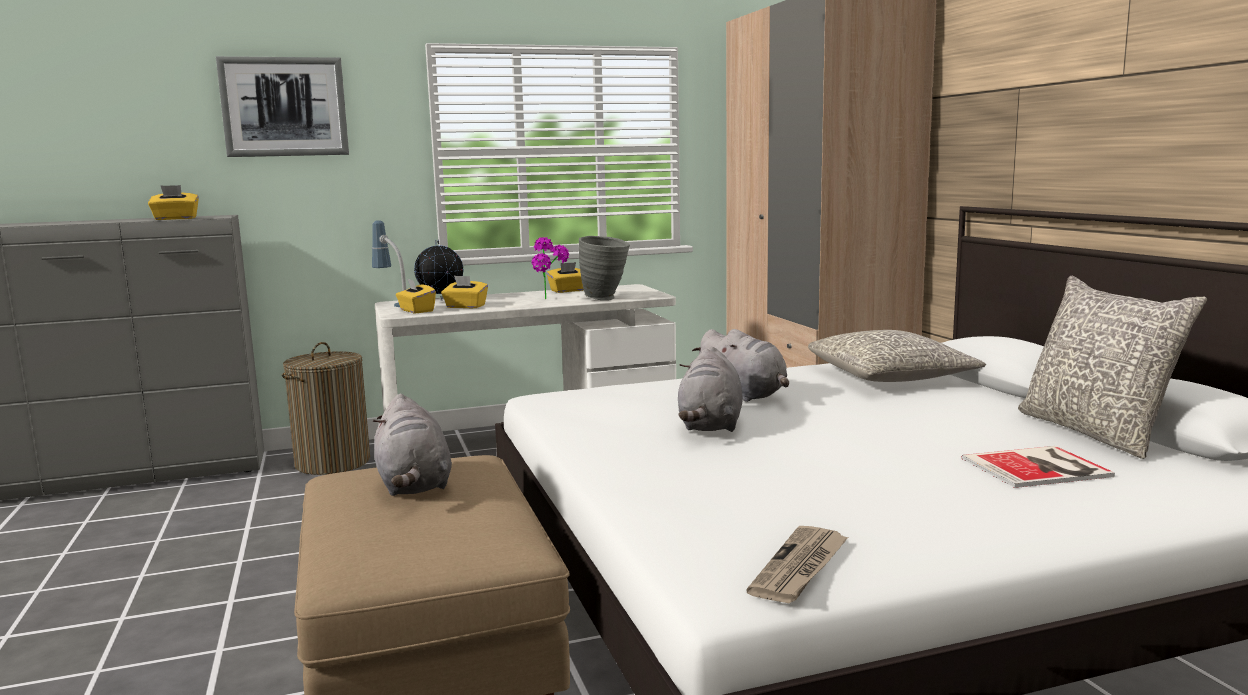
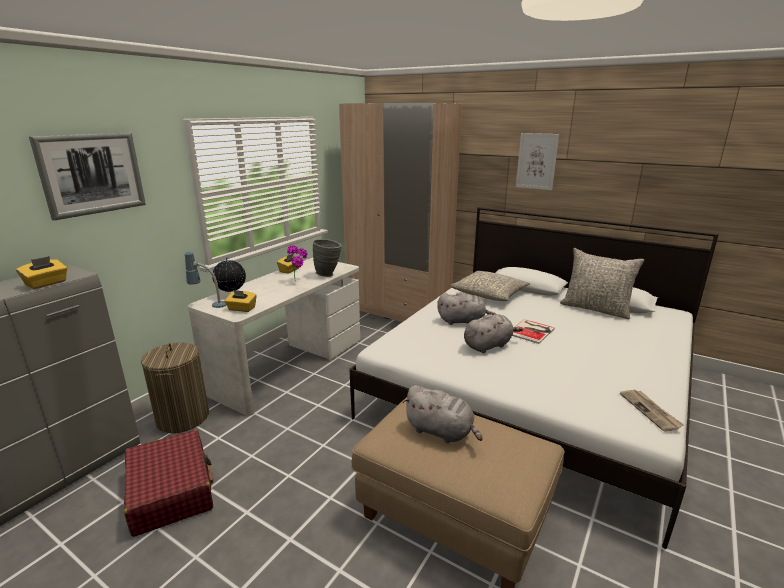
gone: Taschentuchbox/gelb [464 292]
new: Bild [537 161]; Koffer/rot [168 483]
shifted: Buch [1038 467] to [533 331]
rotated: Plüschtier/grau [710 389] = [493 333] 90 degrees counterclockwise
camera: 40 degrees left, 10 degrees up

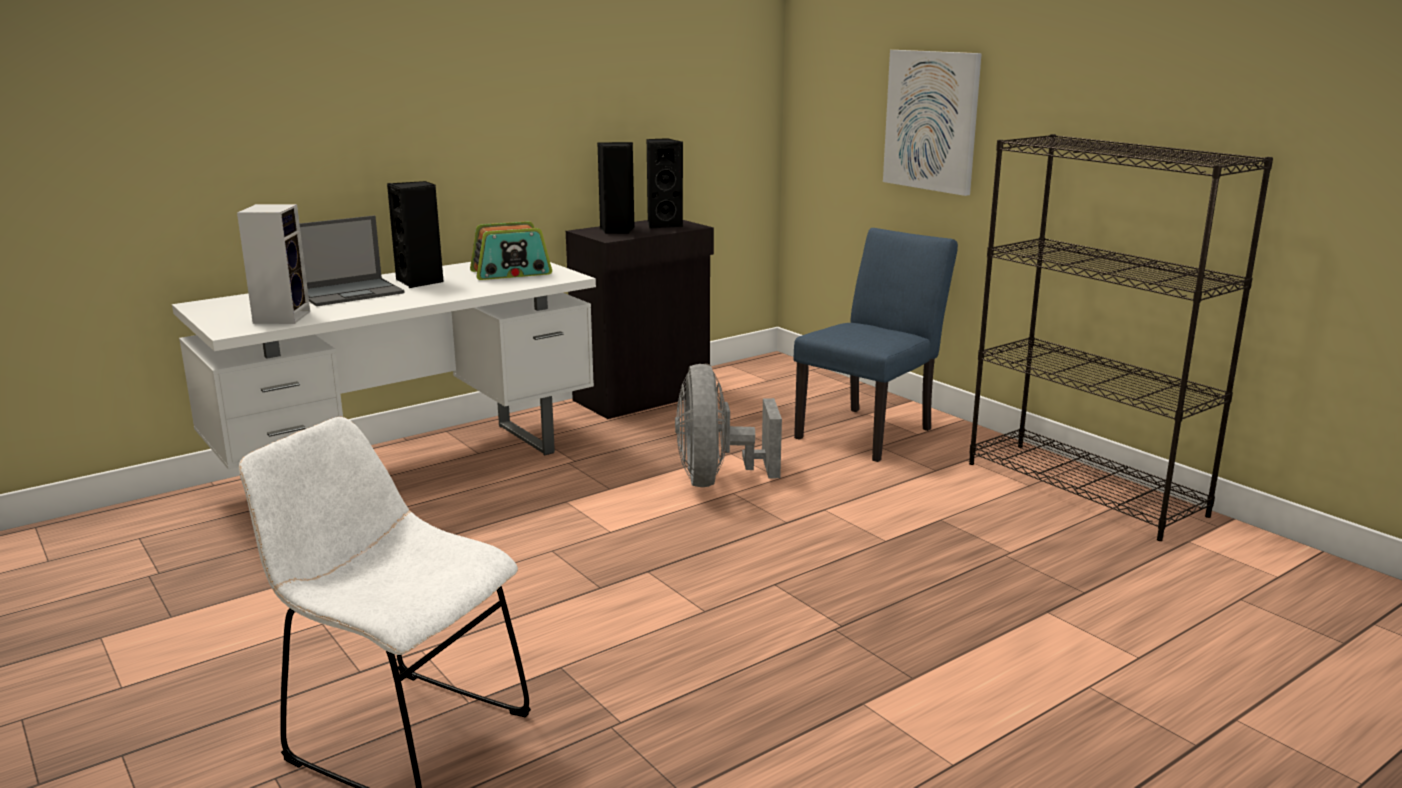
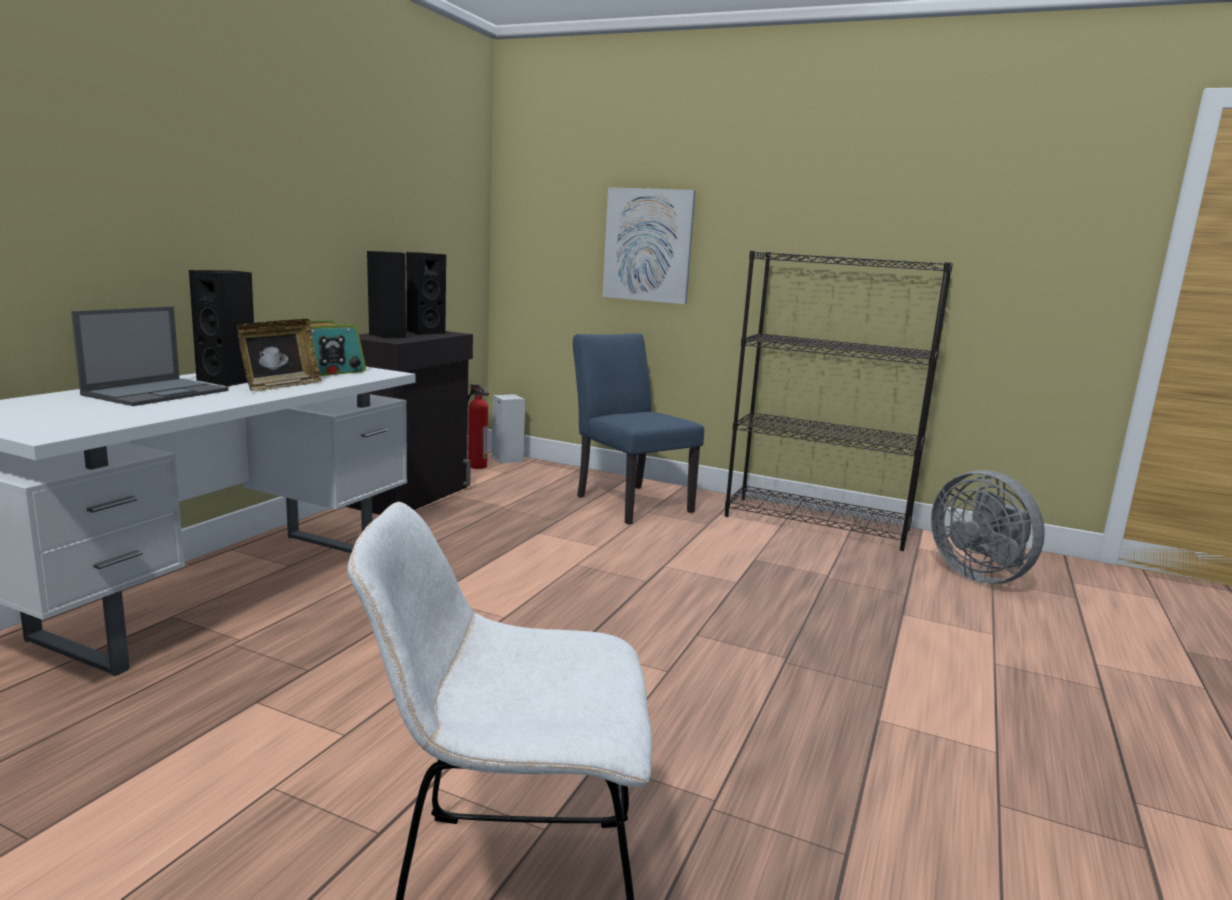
new: Bilderrahmen [279 355]; Feuerlöscher [478 426]
shifted: Lautsprecher [273 264] to [508 429]; Ventilator/grau [728 425] to [988 527]
rotated: Stuhl/blau [876 345] = [638 428] 45 degrees counterclockwise
camera: 30 degrees left, 5 degrees down

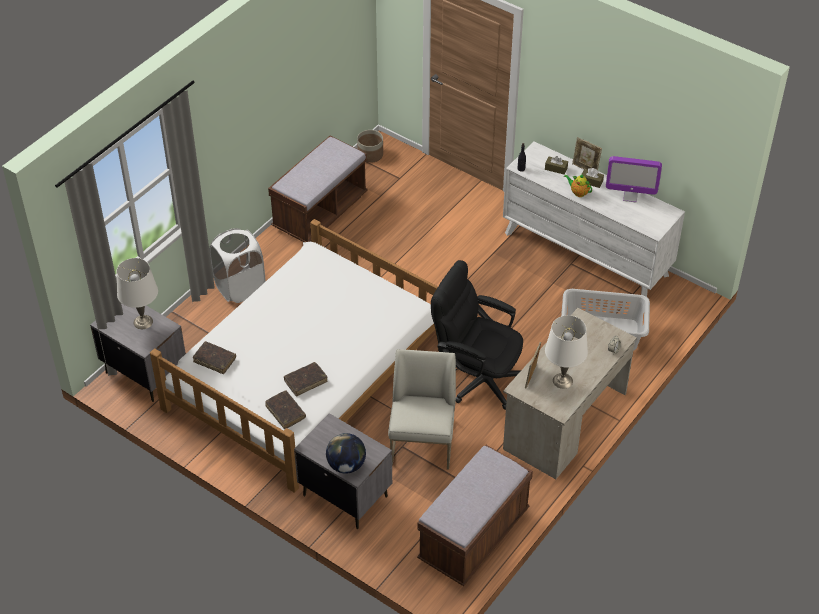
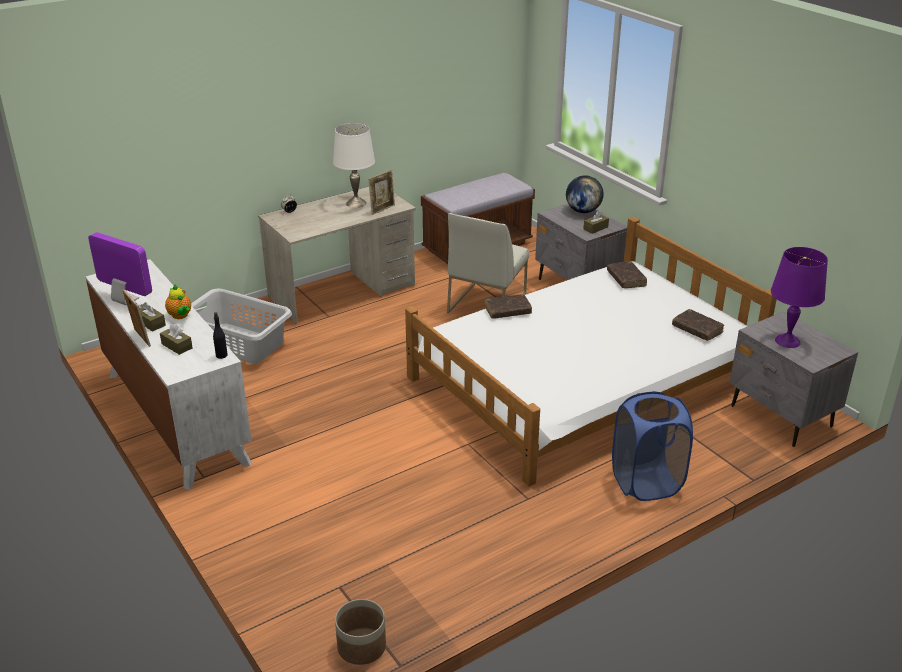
gone: Bank/braun [318 189]; Bürostuhl/schwarz [477 335]
new: Taschentuchbox/braun [596 222]
shifted: Buch/braun [305 379] to [508 306]
repainted: Wäschekorb/weiß [237 265] to Wäschekorb/blau [652 446]; Tischlampe/weiß [137 293] to Tischlampe/lila [799 297]
camera: 160 degrees left, 15 degrees down

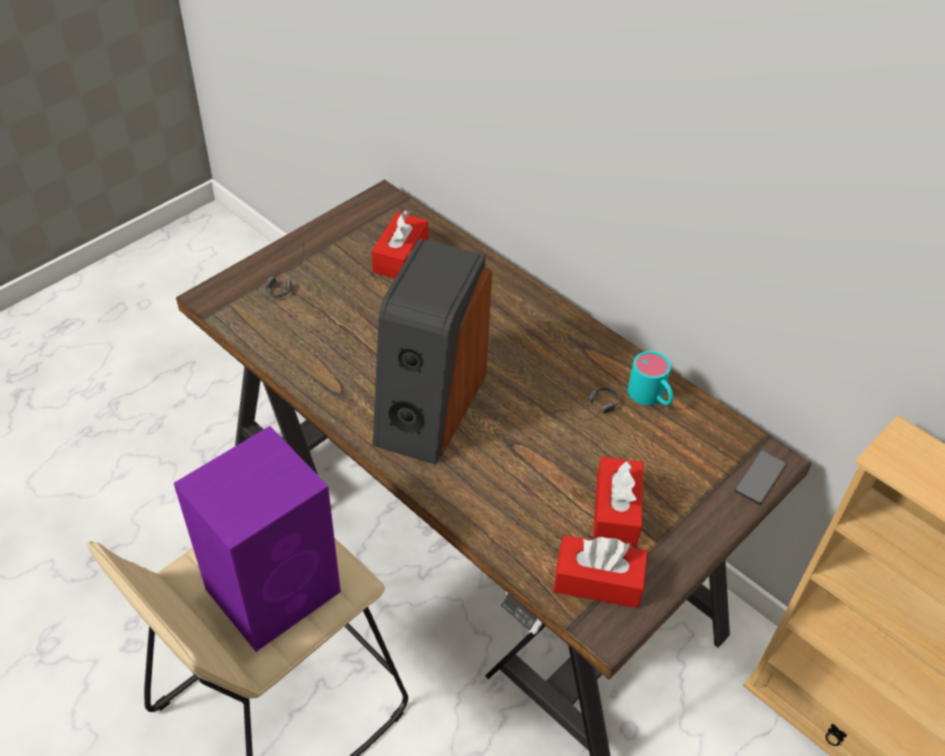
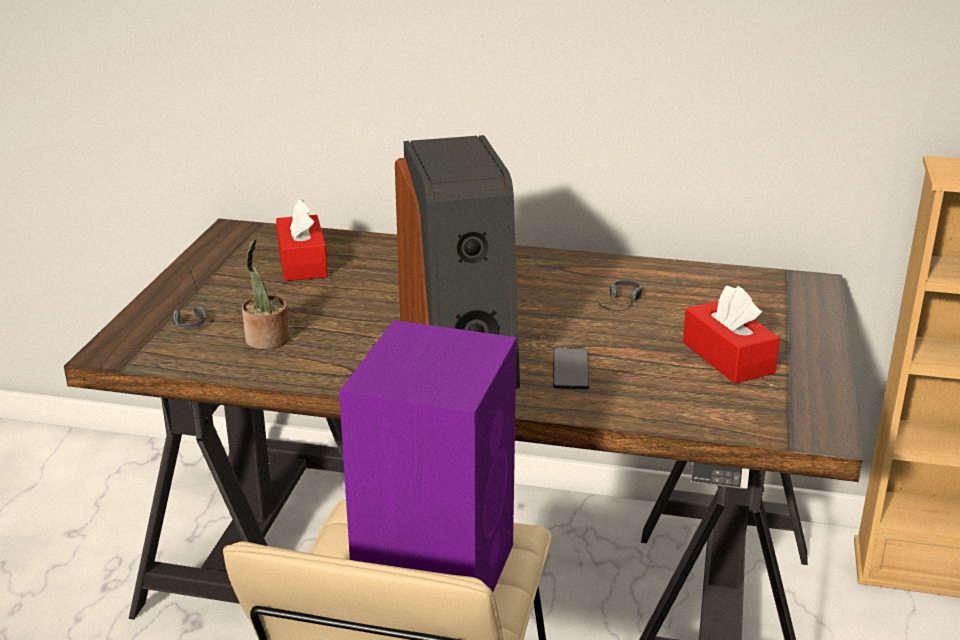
gone: Henkelbecher/türkis [650 378]; Taschentuchbox/rot [601 571]
new: Topfpflanze [265 293]
shifted: Handy [760 477] to [571 368]
camera: 30 degrees left, 20 degrees down

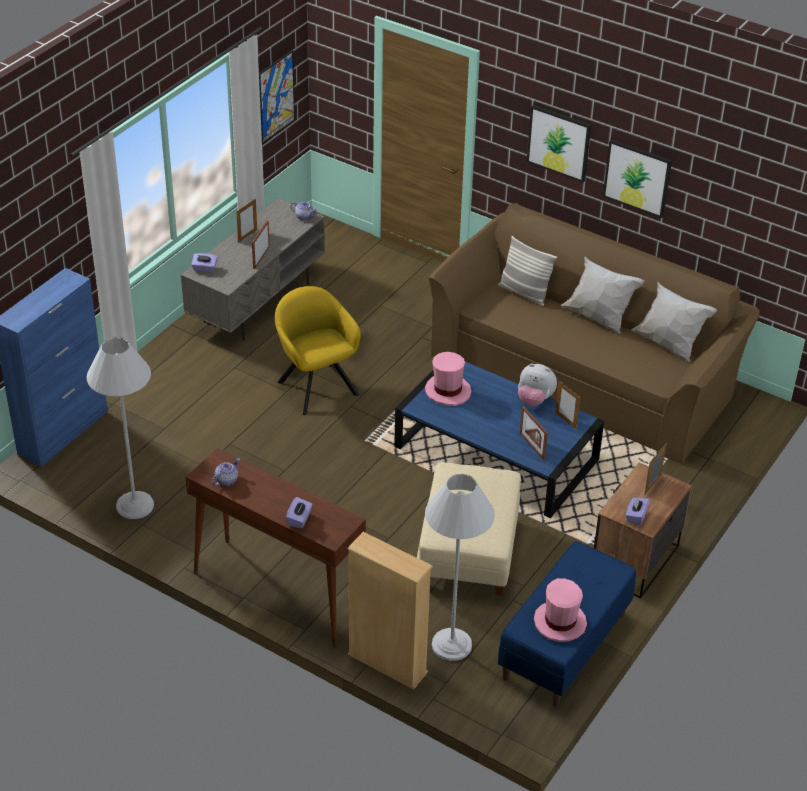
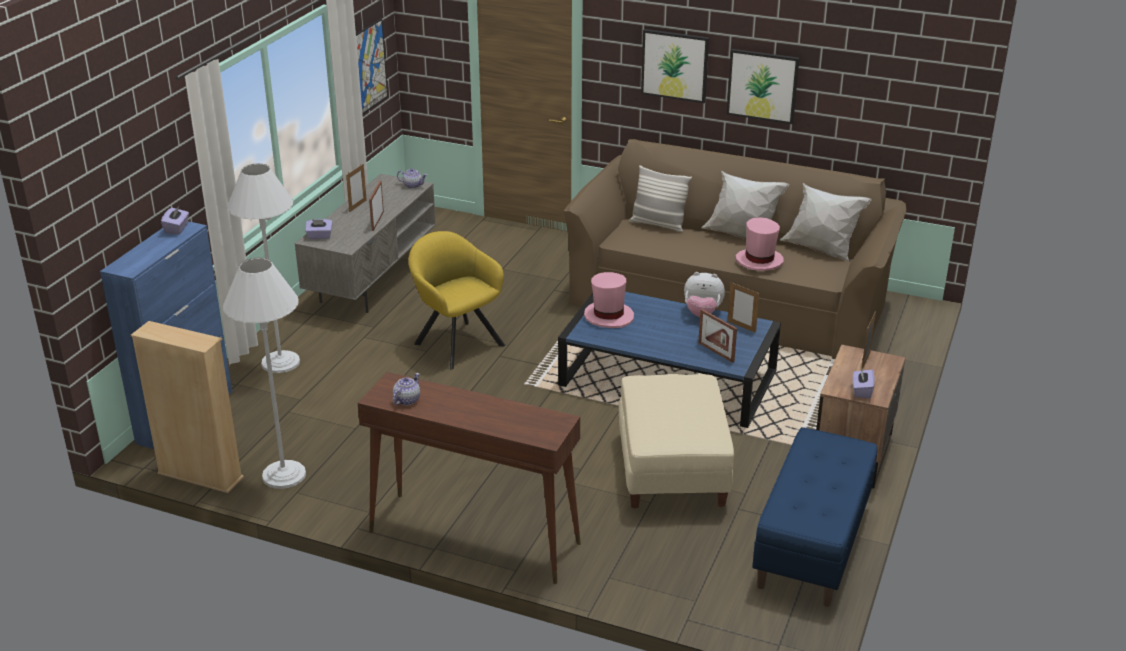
shifted: Stehlampe/weiß [460 567] to [263 268]; Taschentuchbox/lila [299 513] to [175 220]; Bücherregal/beige [390 610] to [187 407]; Hut/rosa [560 610] to [760 244]
camera: 10 degrees left, 10 degrees down

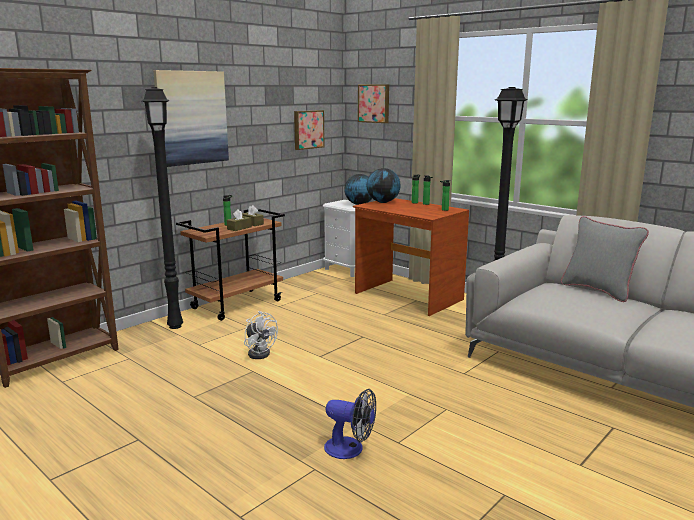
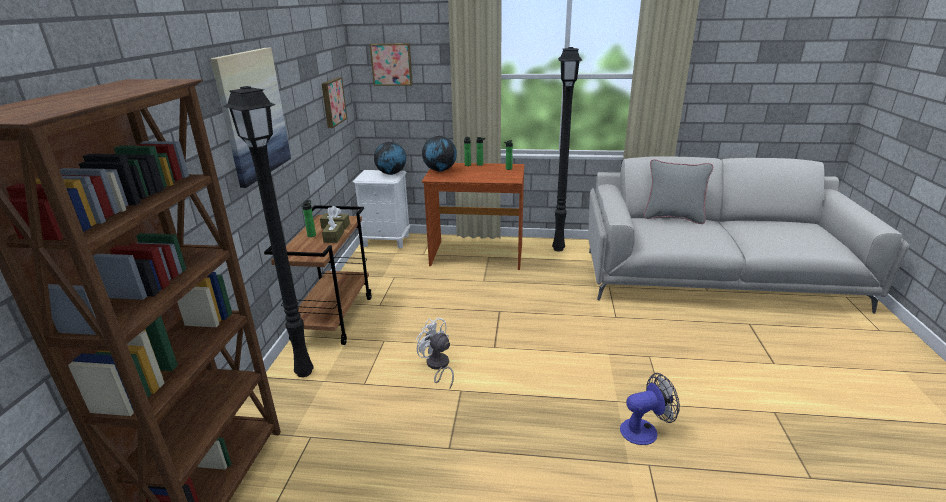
rotated: Ventilator/weiß [261 335] = [435 353] 150 degrees counterclockwise
camera: 35 degrees left, 10 degrees up

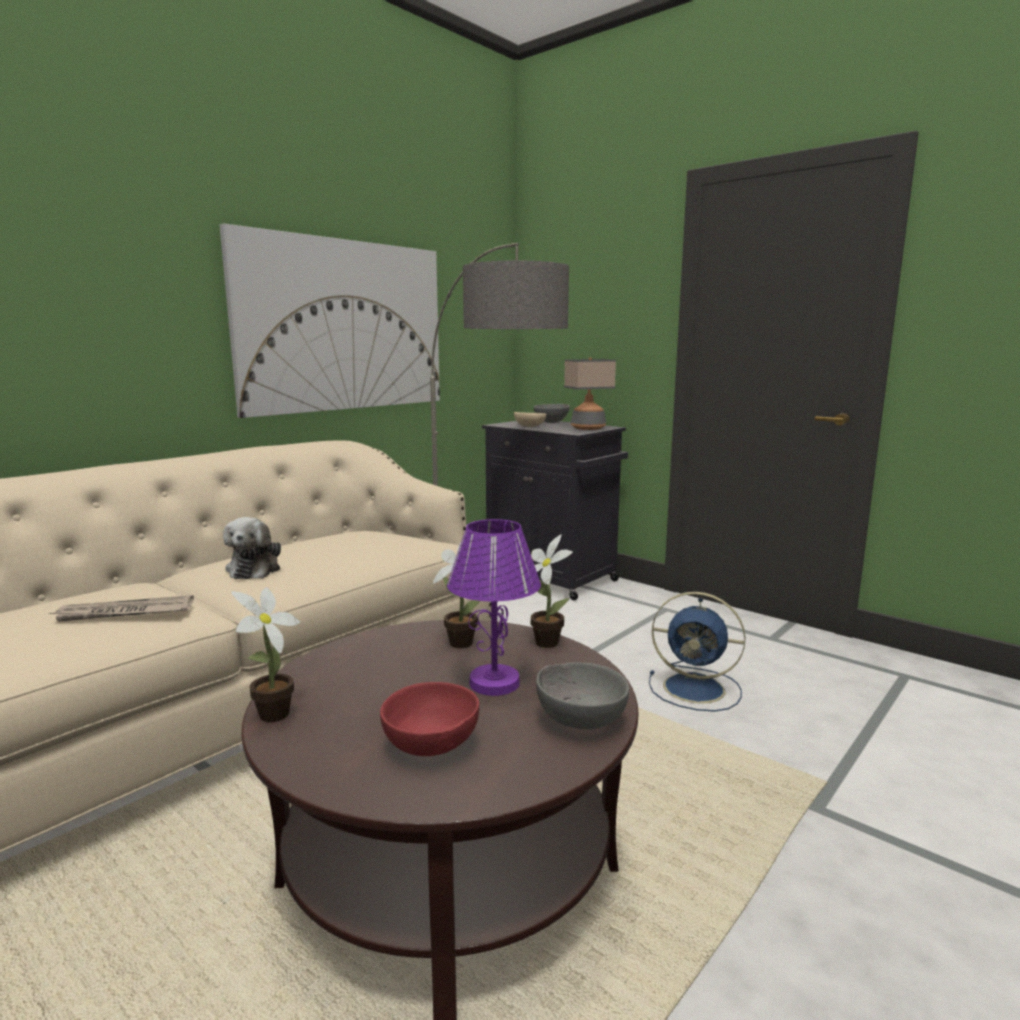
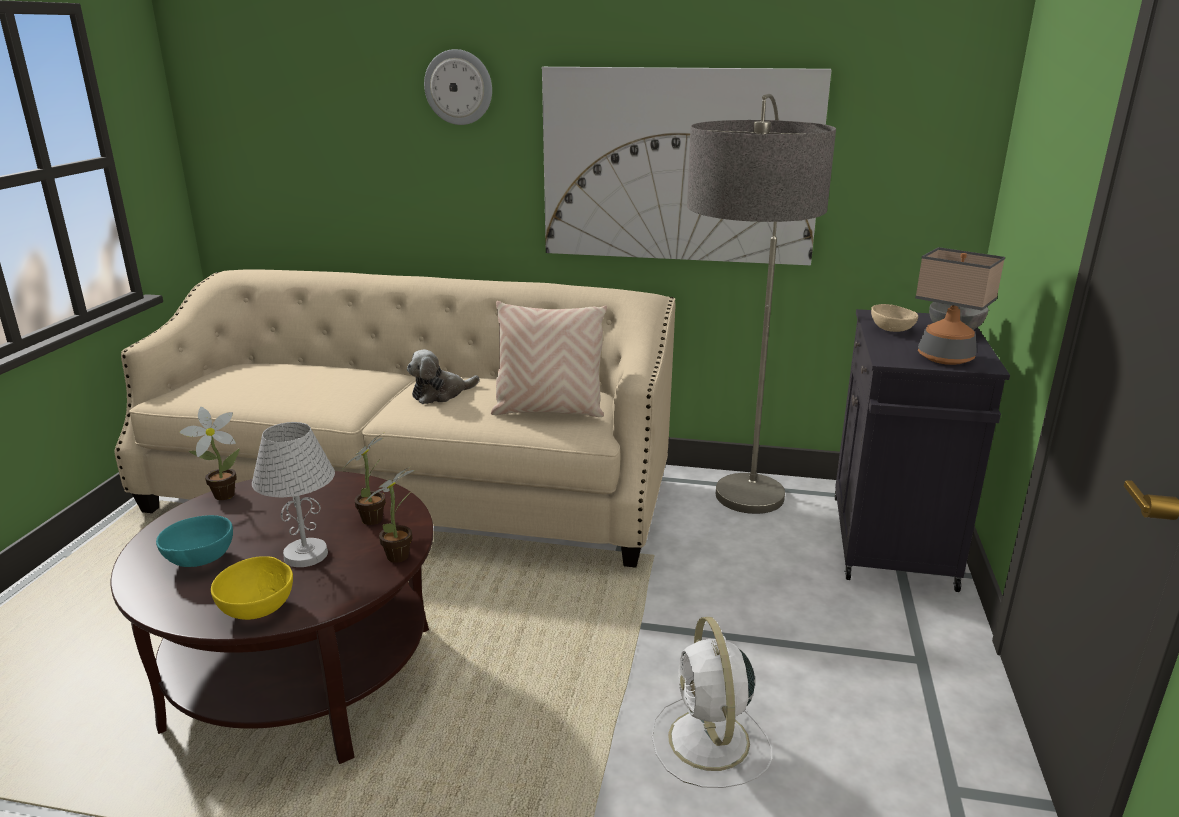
gone: Zeitung [121 608]
new: Wanduhr [458 87]; Kissen/beige [549 359]
repainted: Tischlampe/lila [494 607] to Tischlampe/weiß [293 494]; Ventilator/blau [697 652] to Ventilator/weiß [711 702]; Schüssel/grau [582 696] to Schüssel/gelb [252 588]; Schüssel/rot [429 719] to Schüssel/türkis [194 541]
camera: 60 degrees right, 10 degrees up

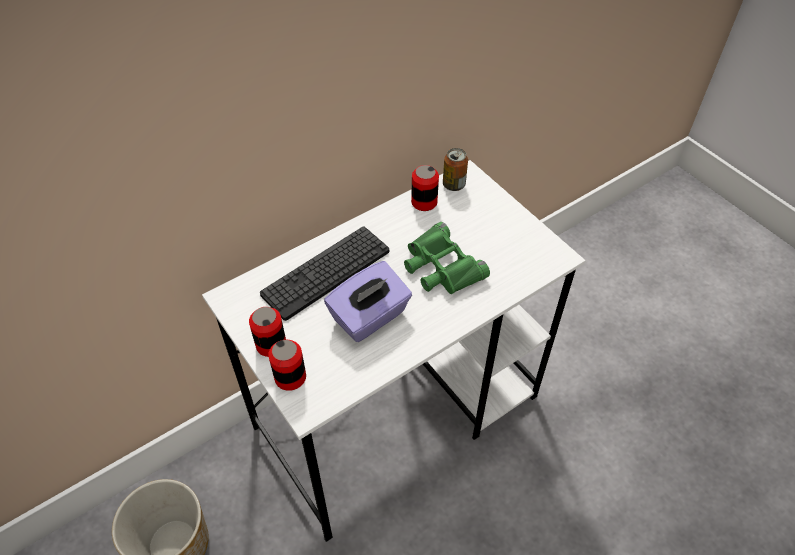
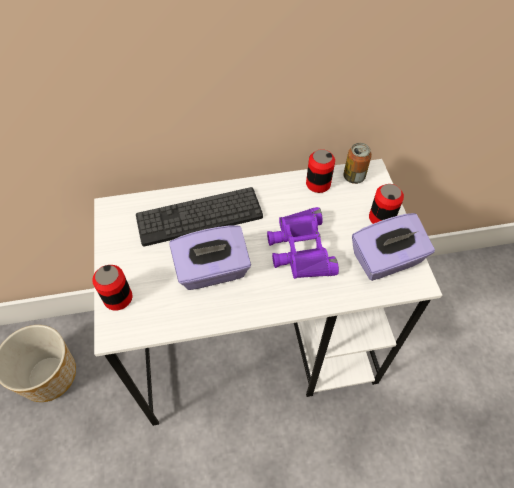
new: Taschentuchbox/lila [393 247]
shifted: Dose [267 332] to [386 204]
repainted: Fernglas/grün [447 258] to Fernglas/lila [303 243]
camera: 25 degrees right, 5 degrees up

